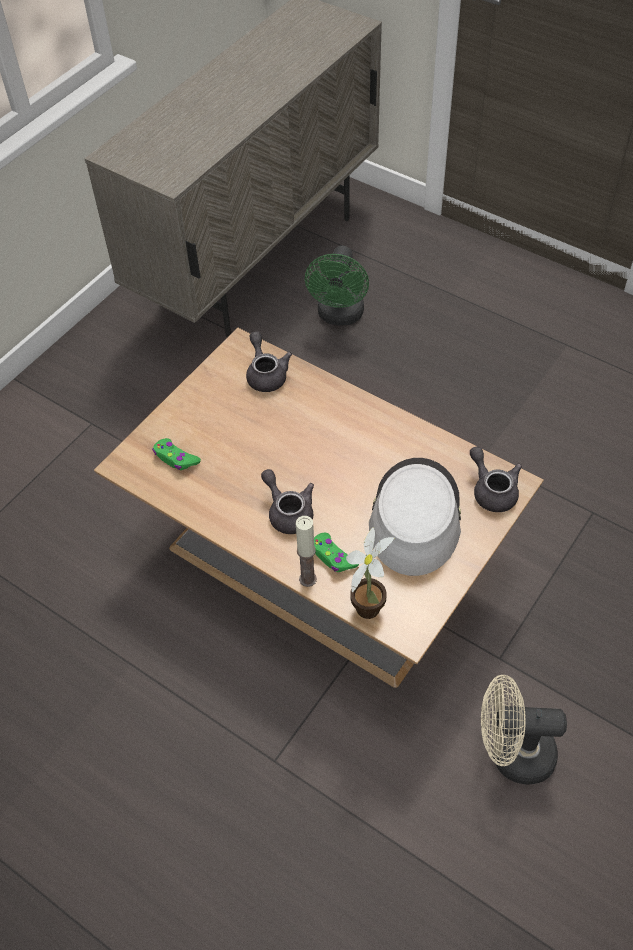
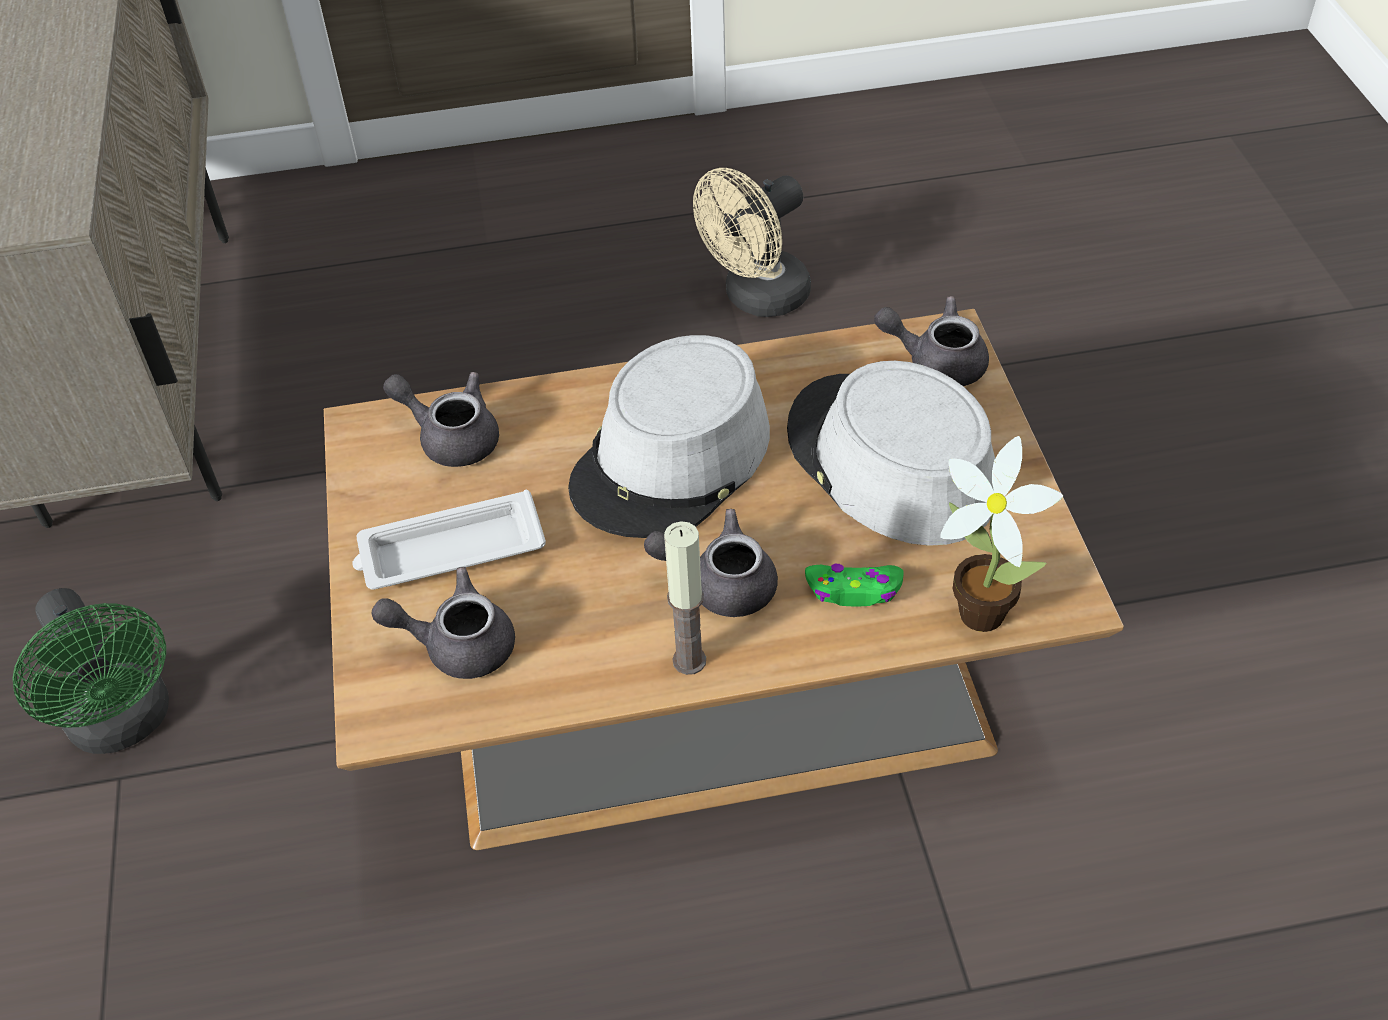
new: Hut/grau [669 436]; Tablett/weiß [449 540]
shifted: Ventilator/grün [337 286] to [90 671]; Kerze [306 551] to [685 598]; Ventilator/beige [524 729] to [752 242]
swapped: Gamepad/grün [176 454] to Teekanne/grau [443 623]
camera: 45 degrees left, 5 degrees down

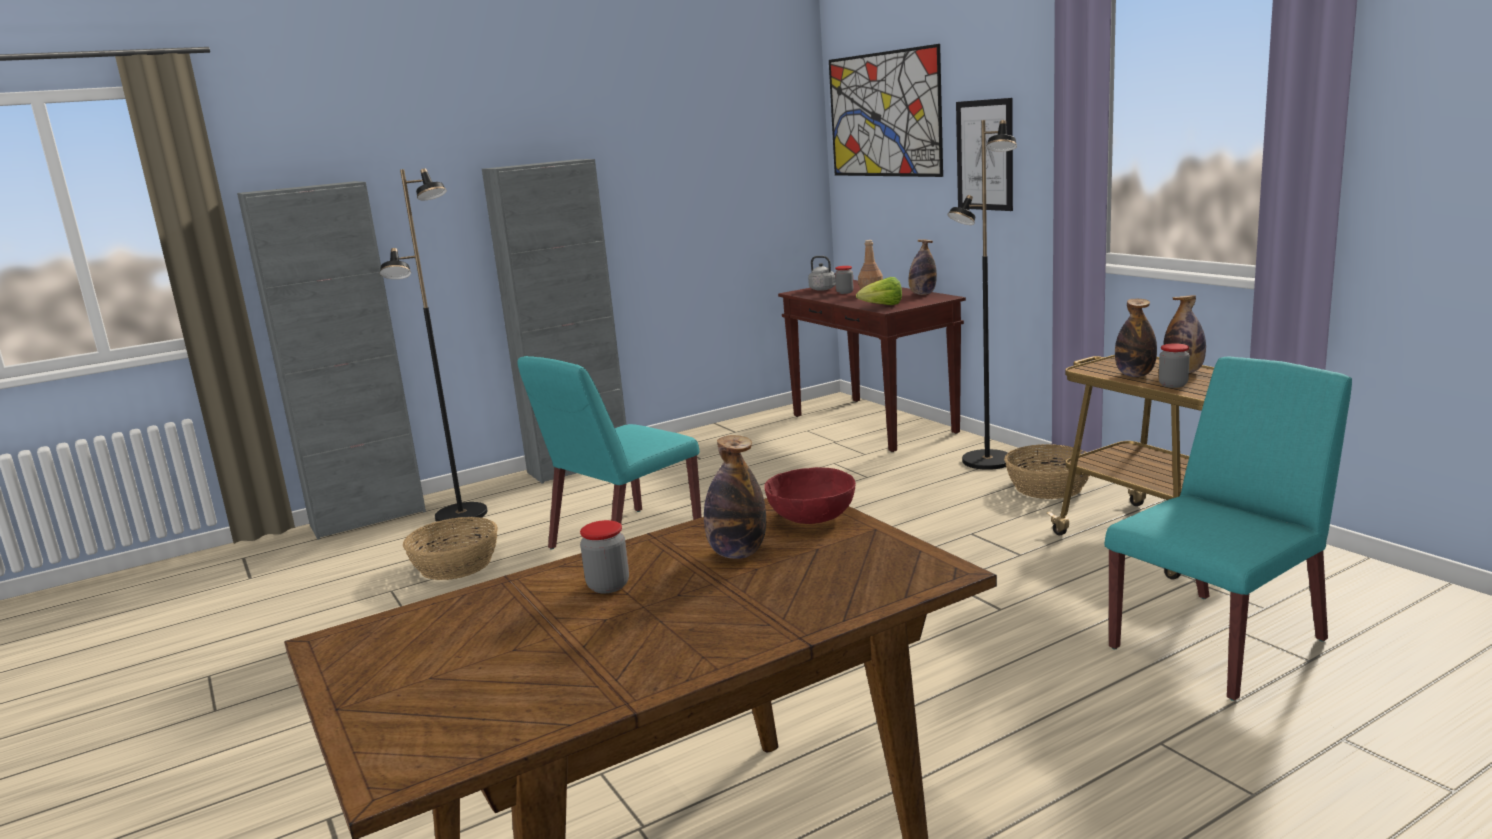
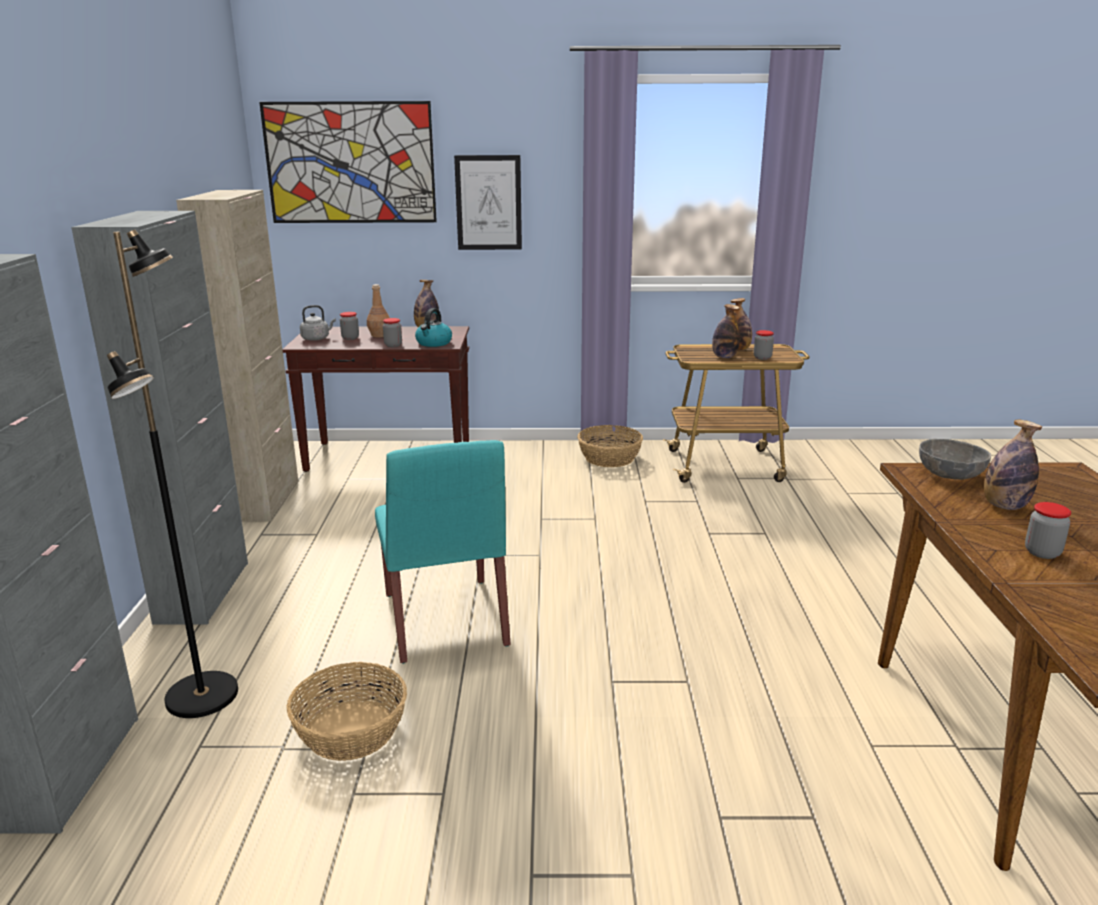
gone: Stehlampe/schwarz [982 295]; Stuhl/türkis [1228 529]
new: Schrank/beige [237 356]; Vorratsglas [392 332]
swapped: Salatkopf [879 291] to Wasserkessel [433 327]
repainted: Schüssel/rot [810 495] to Schüssel/grau [955 459]
camera: 60 degrees left, 5 degrees up

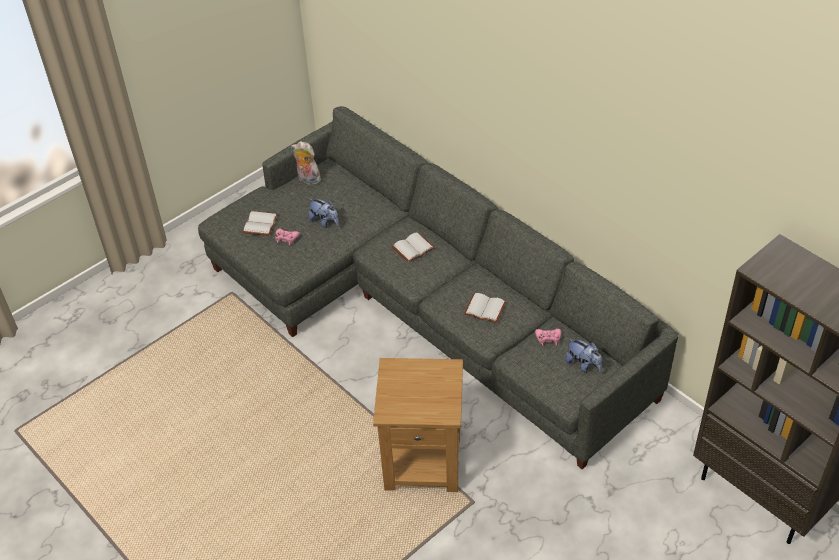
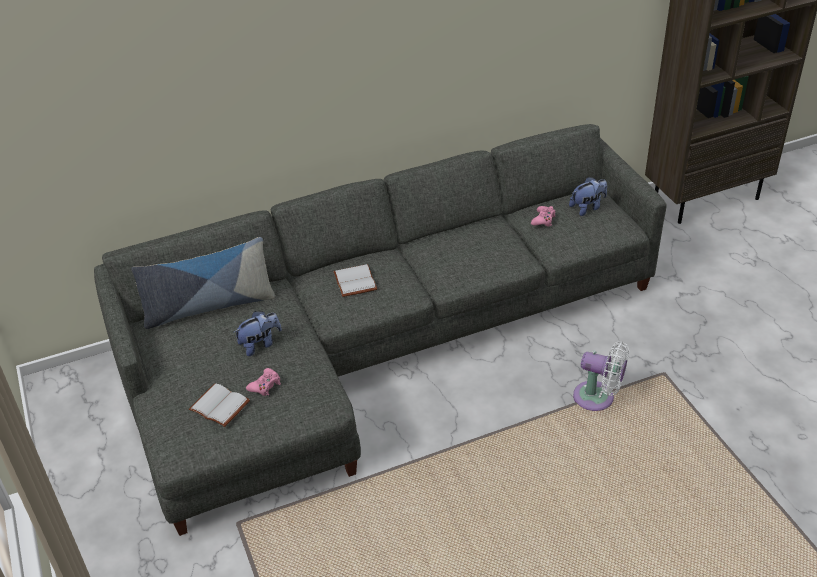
gone: Plüschtier [306 163]; Buch/weiß [485 308]
new: Kissen [203 283]
swapped: Beistelltisch/braun [418 425] to Ventilator/weiß [601 376]
camera: 70 degrees left, 5 degrees down

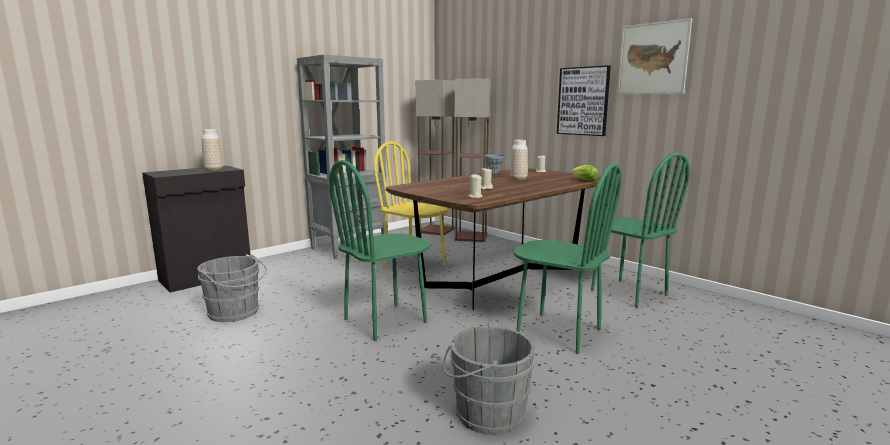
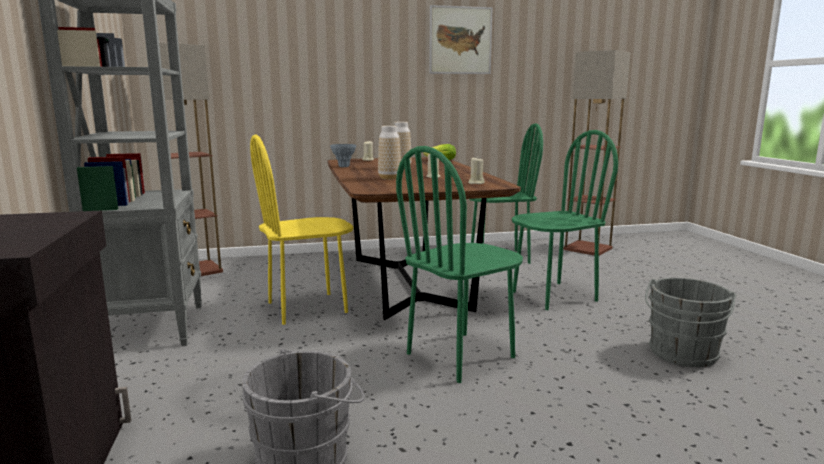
gone: Bild [584 100]
shifted: Stehlampe [472 160] to [596 153]; Vase [212 150] to [389 153]
rotated: Stuhl/grün [379 250] = [459 264] 60 degrees clockwise
camera: 60 degrees left, 0 degrees up

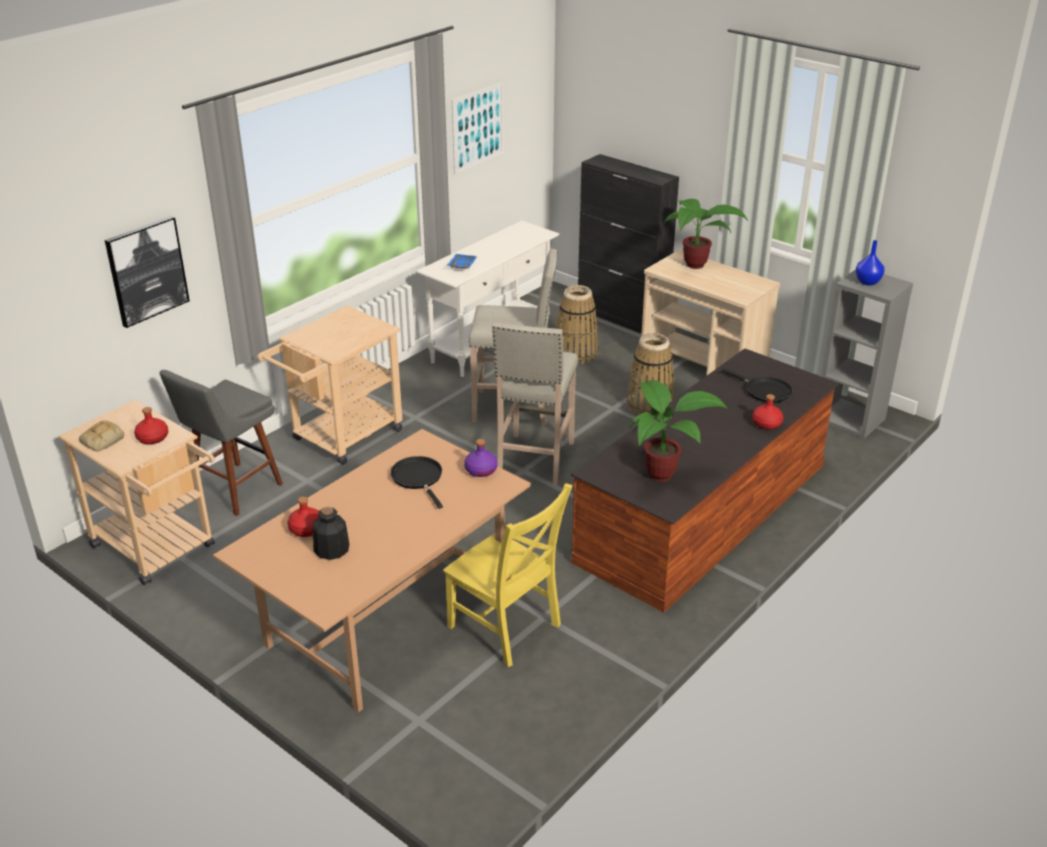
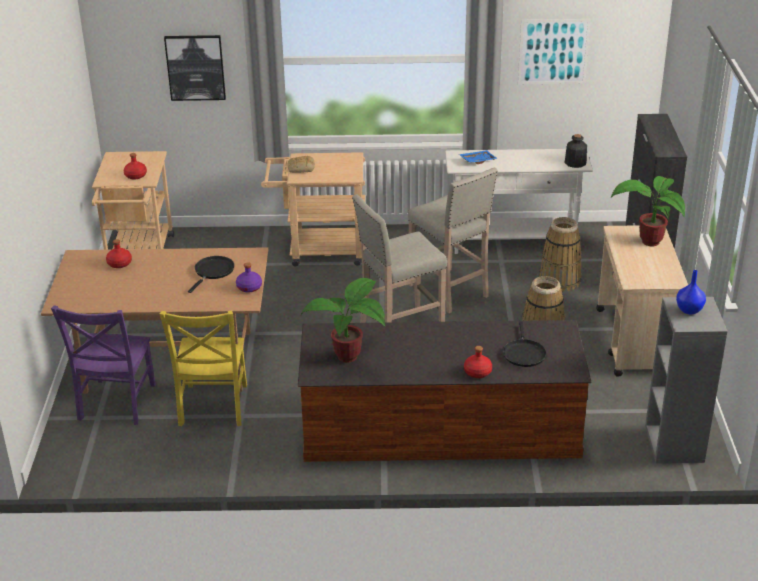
gone: Hocker/grau [221 443]
new: Stuhl/lila [103 365]
shifted: Brot [101 436] to [301 164]; Flasche [330 533] to [575 151]
camera: 50 degrees right, 0 degrees up

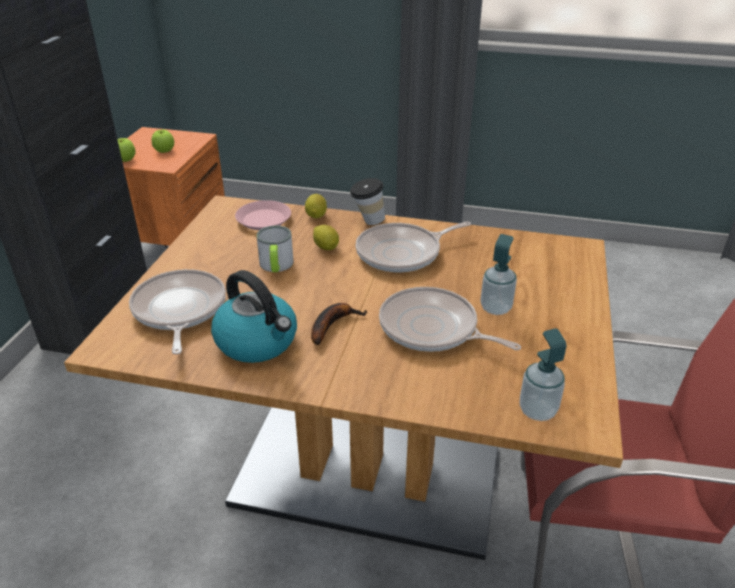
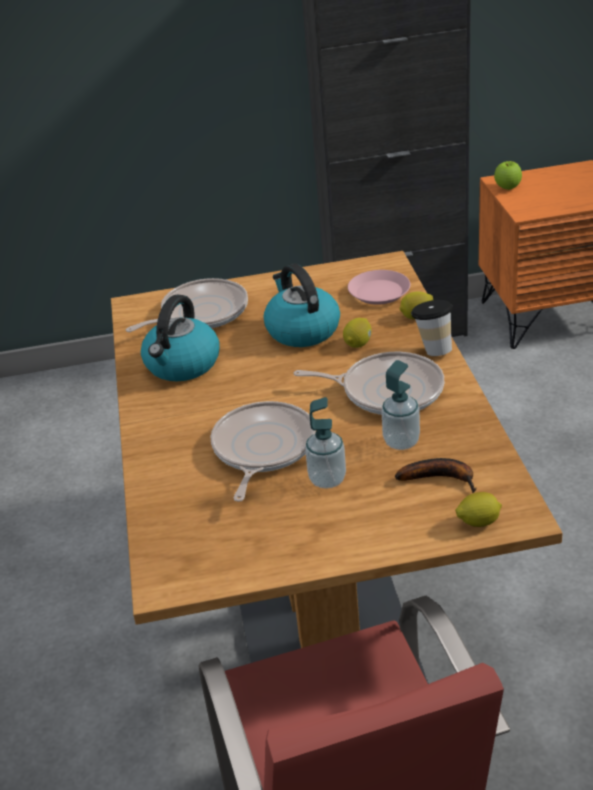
gone: Apfel [163 141]
new: Zitrone [478 509]
shifted: Banane [339 324] to [436 475]; Seifenspender [543 374] to [400 405]
swapped: Henkelbecher [275 248] to Wasserkessel [302 305]
rotated: Pfanne [413 247] = [369 383] 150 degrees clockwise
camera: 70 degrees right, 0 degrees up

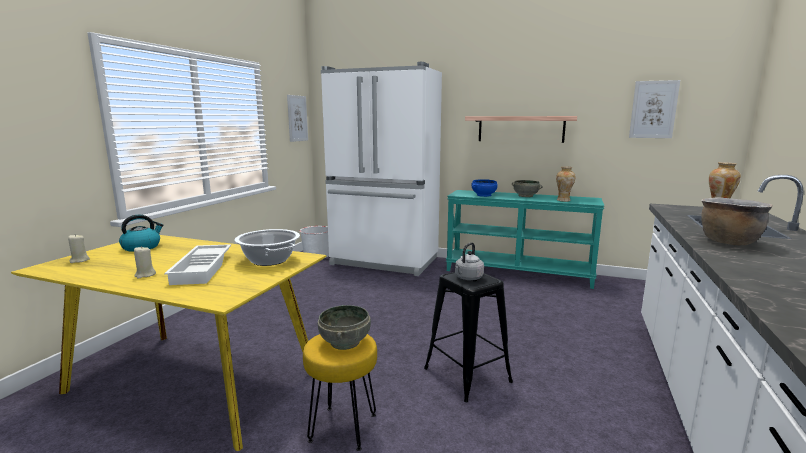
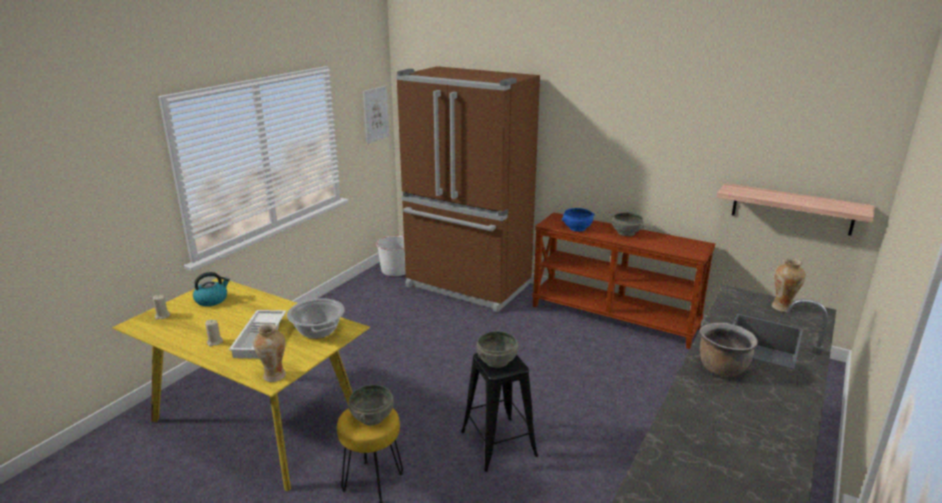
gone: Bild [654 109]
shifted: Wandregal [521 129] to [795 209]; Vase [566 184] to [270 353]
swapped: Wasserkessel/grau [469 261] to Schüssel/grau [497 349]
repainted: Kühlschrank/weiß [381 169] to Kühlschrank/braun [468 189]; Konsolentisch/türkis [525 239] to Konsolentisch/braun [624 280]
camera: 10 degrees right, 10 degrees up

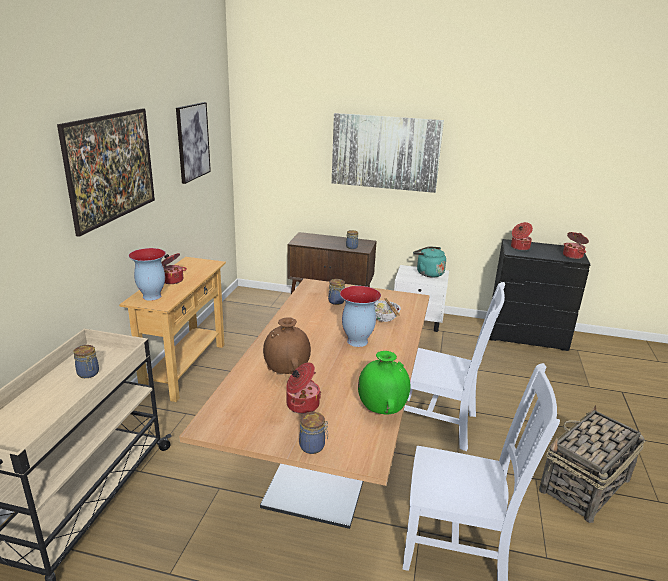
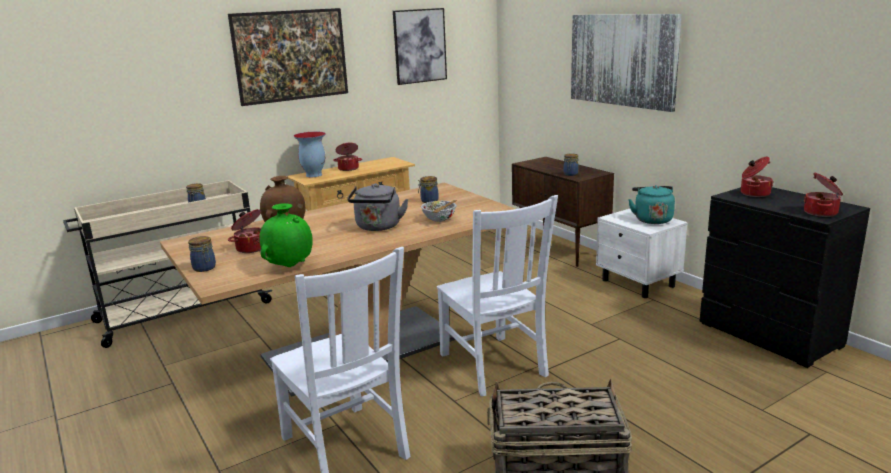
swapped: Vase [360 316] to Wasserkessel/grau [377 207]
camera: 45 degrees right, 5 degrees down

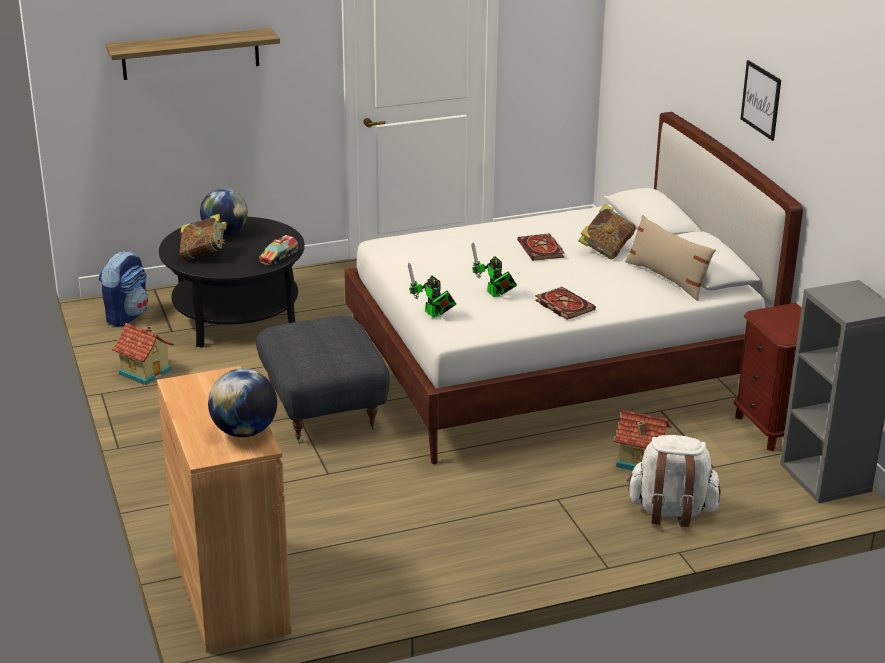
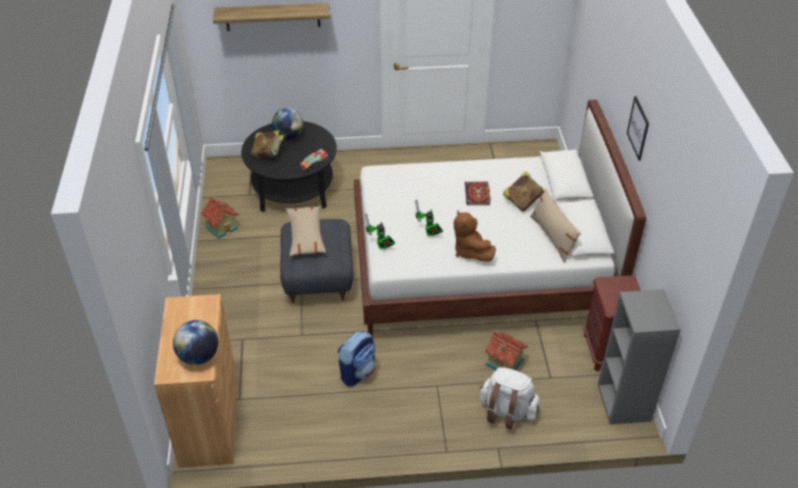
new: Kissen/beige [306 231]
shifted: Rucksack [123 289] to [357 358]
swapped: Buch [565 303] to Plüschtier/braun [475 235]
camera: 15 degrees right, 15 degrees up

